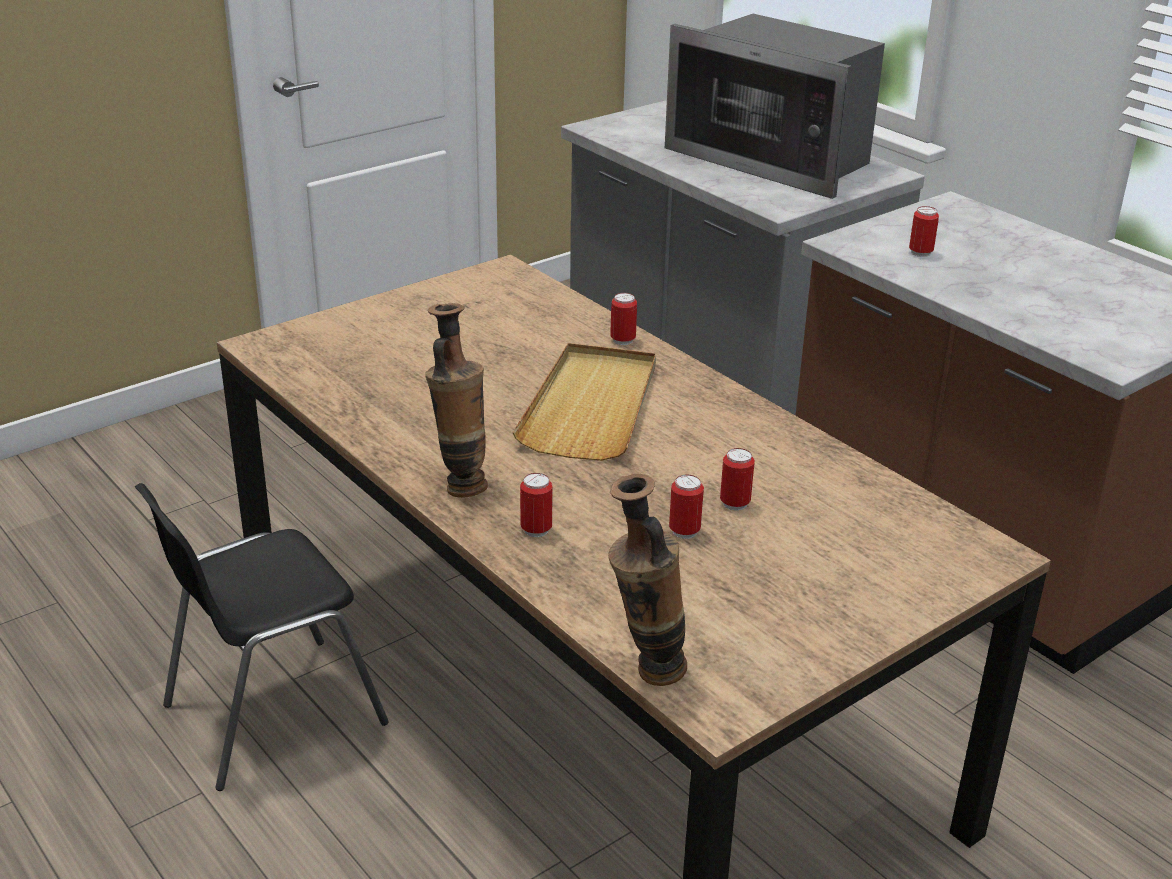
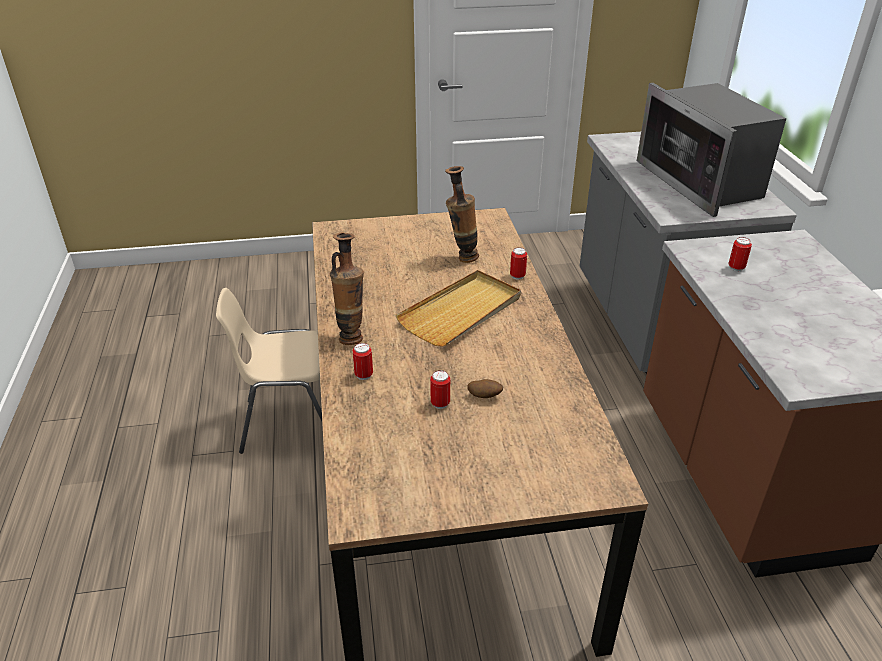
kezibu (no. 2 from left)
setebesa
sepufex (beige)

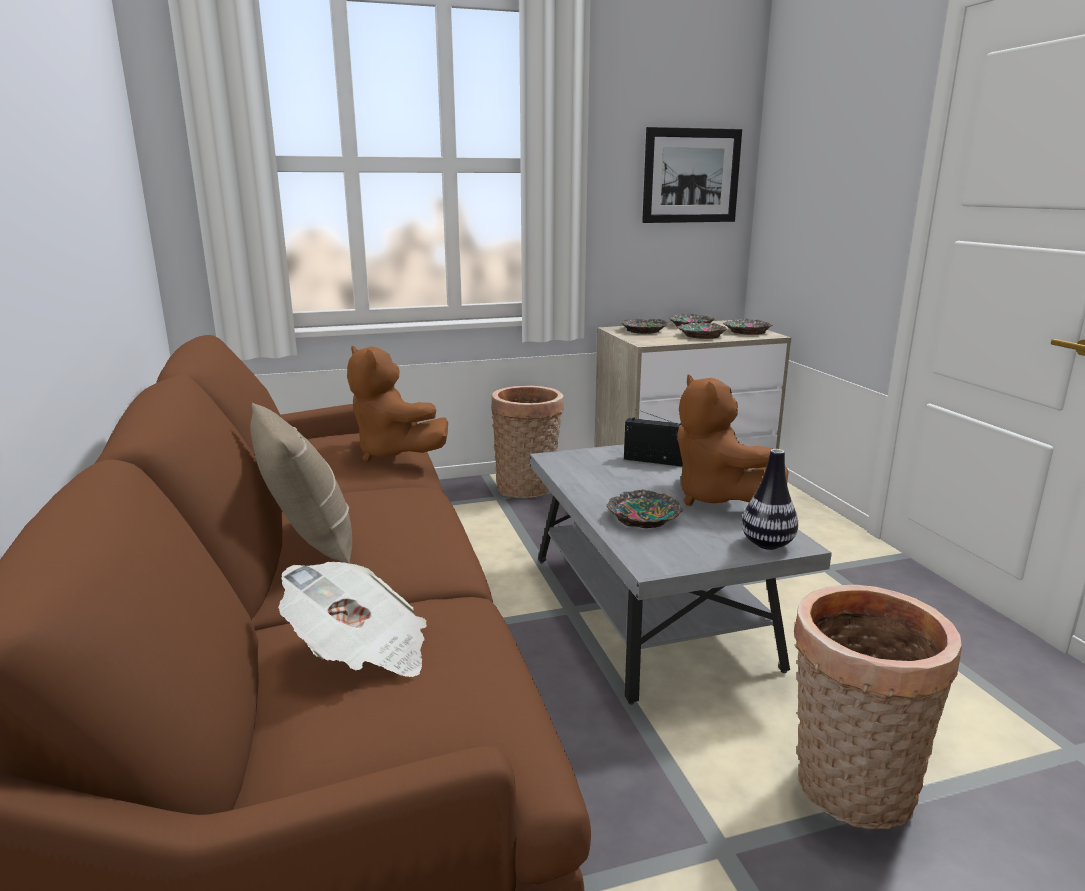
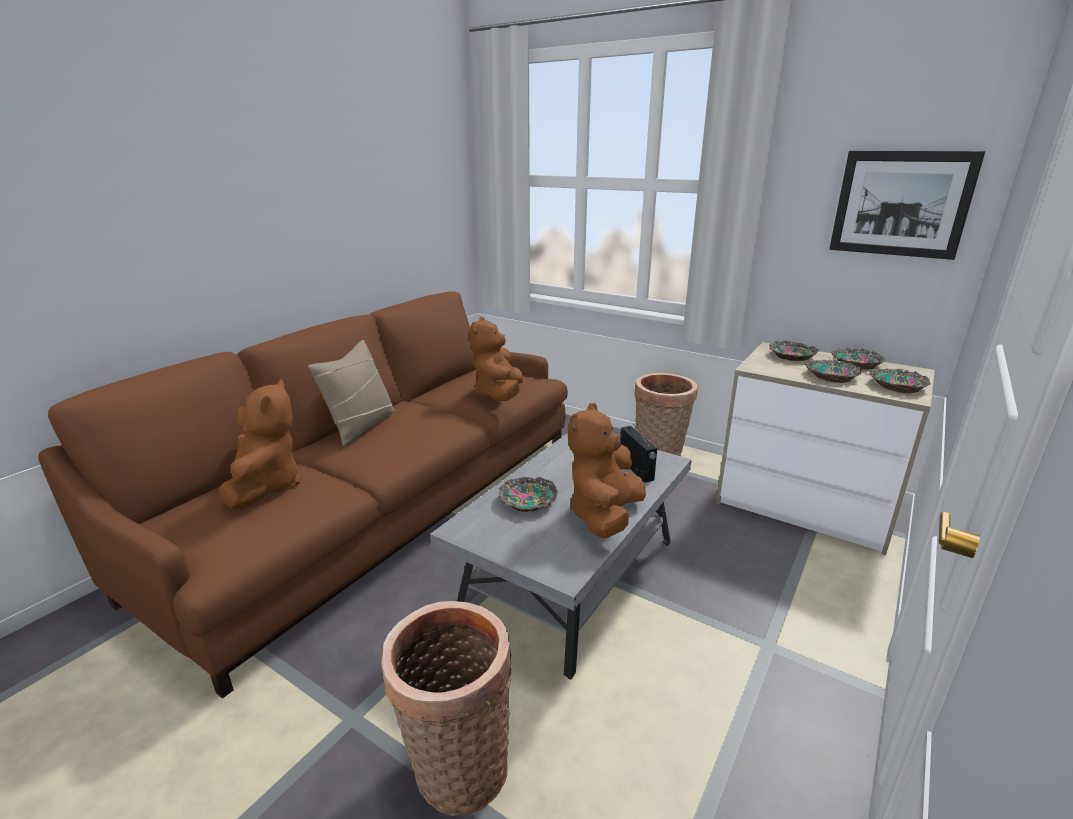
kezibu
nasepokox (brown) (no. 1 from left)

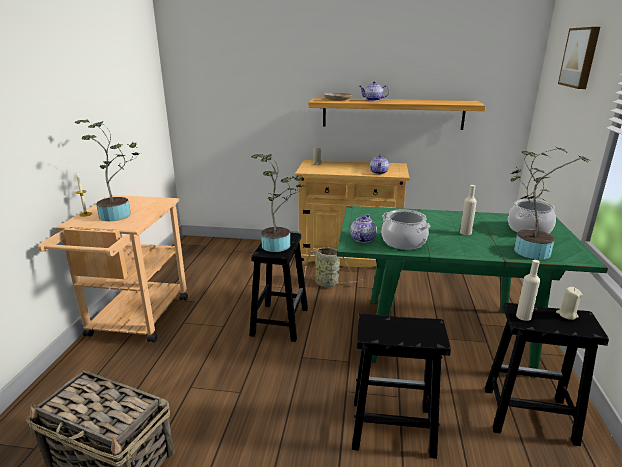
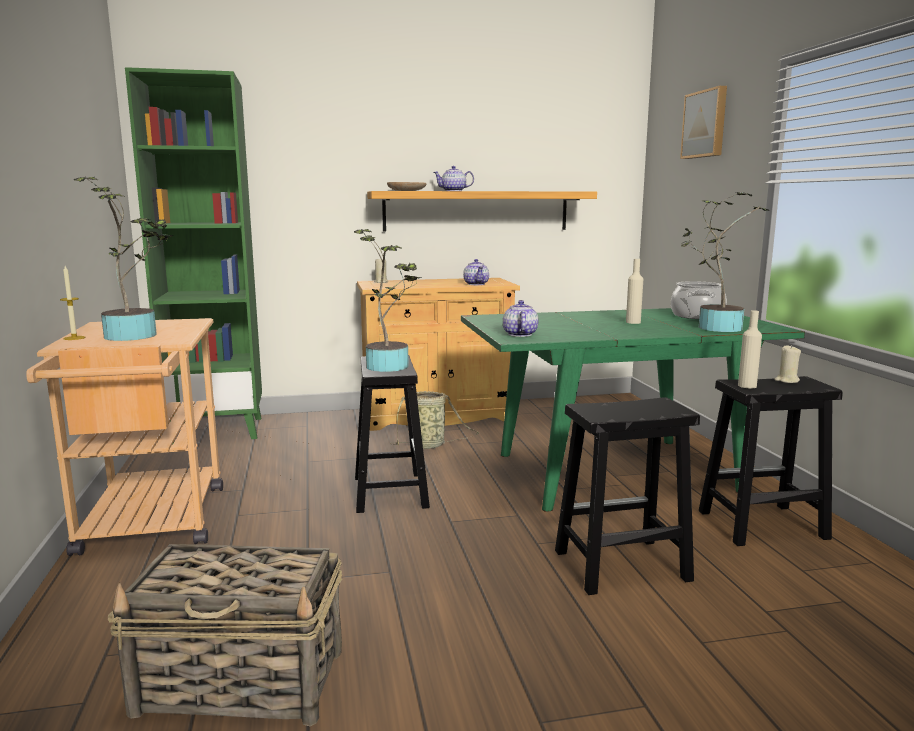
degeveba (no. 1 from left in the first image)
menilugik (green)

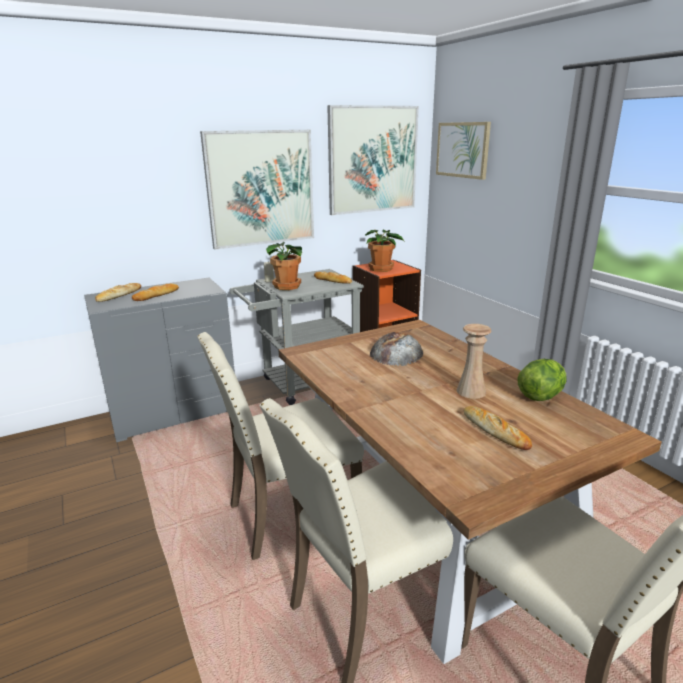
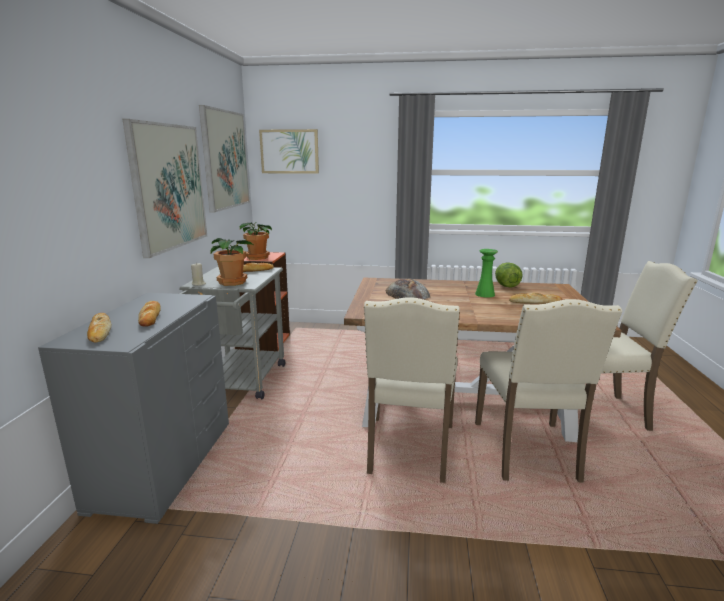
kezibu (green)

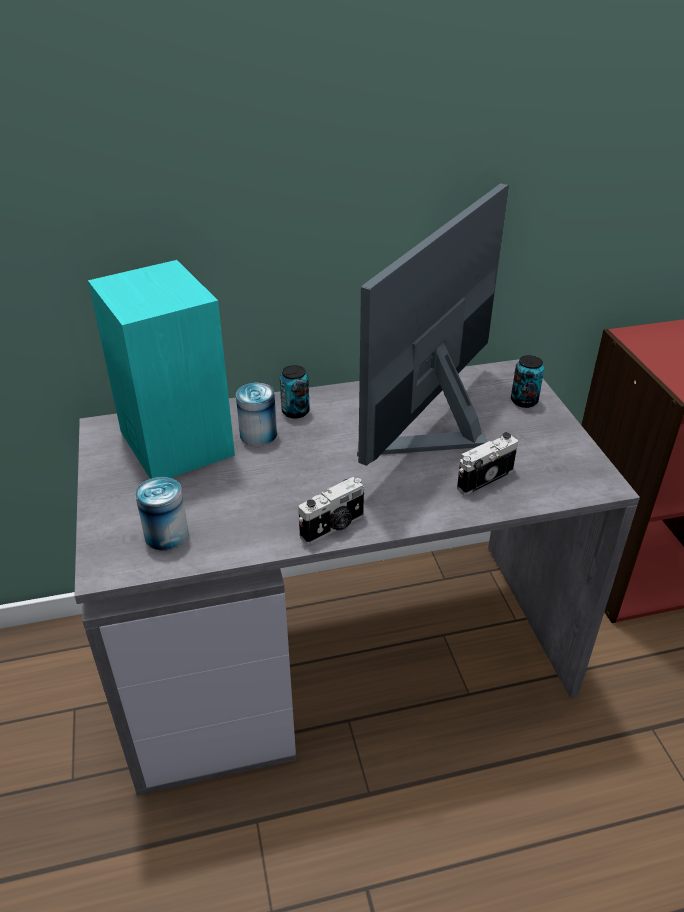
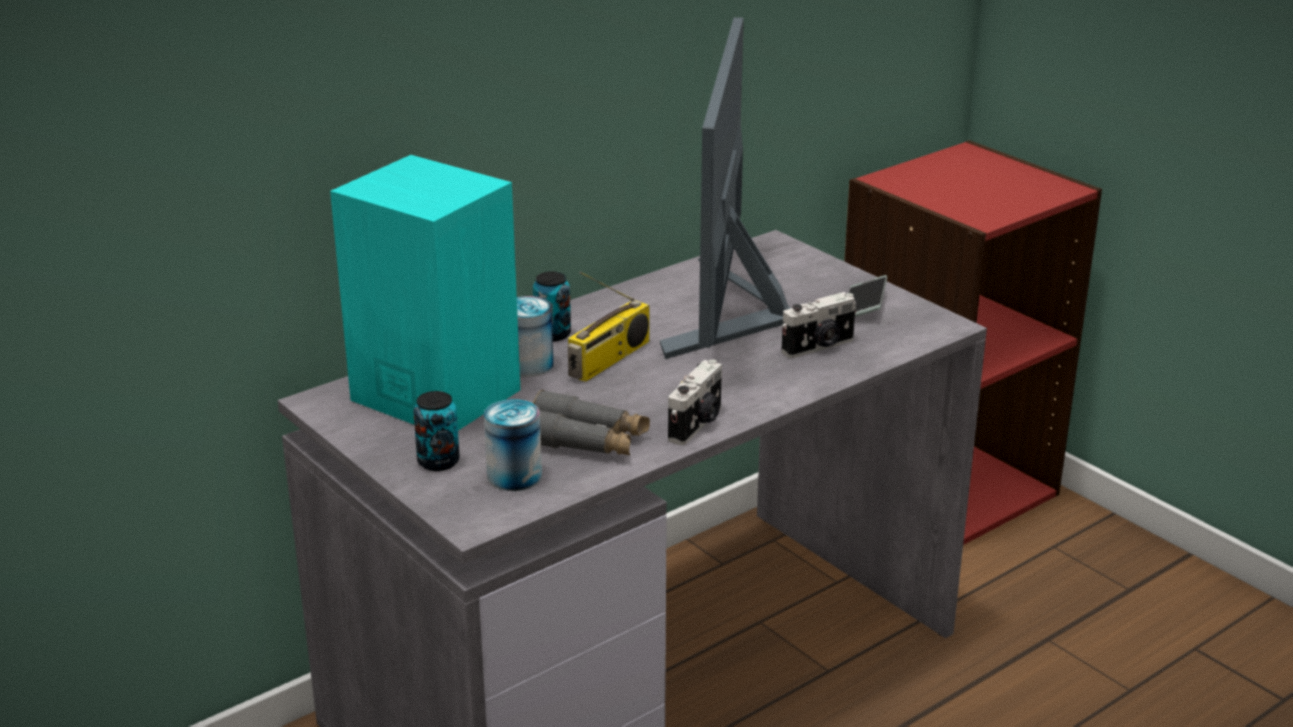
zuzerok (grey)
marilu
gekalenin
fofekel (no. 1 from left)
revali (no. 2 from left)

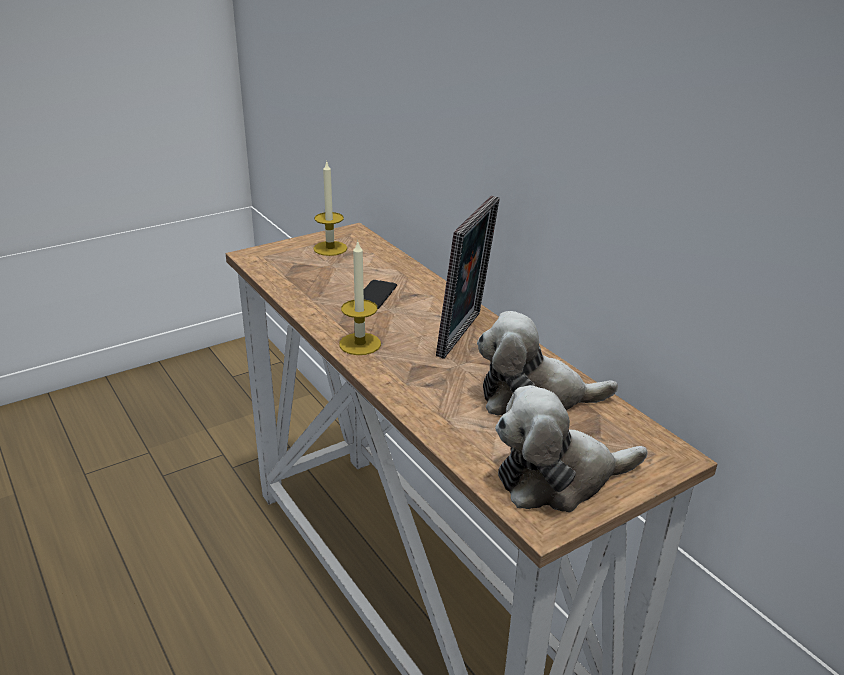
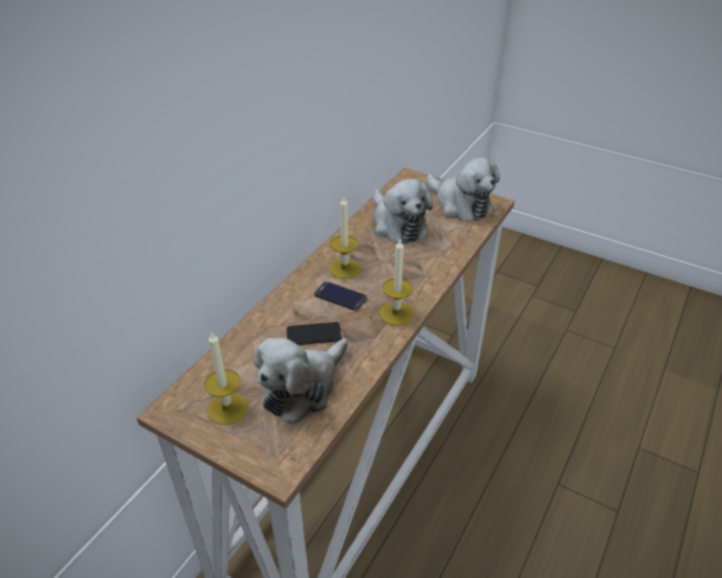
nasepokox (no. 1 from left)
gekalenin (no. 2 from left)
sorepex (no. 2 from left)

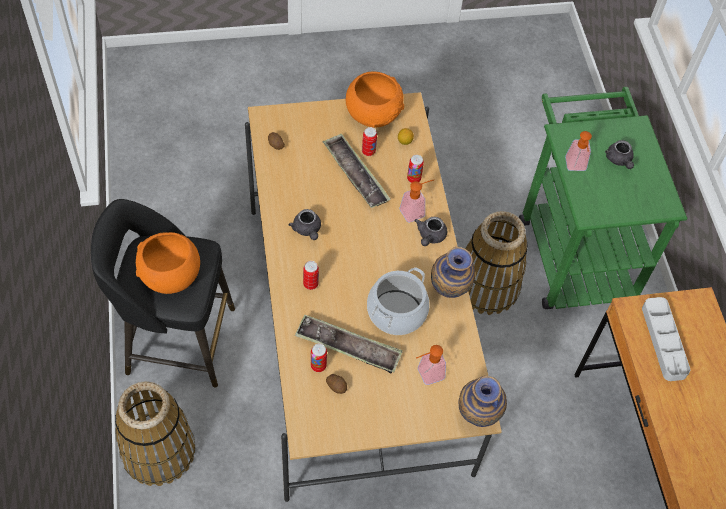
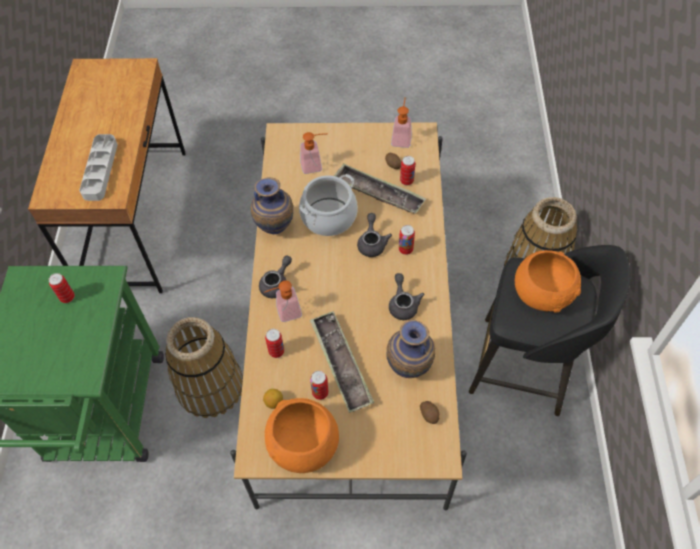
fofekel (no. 1 from left)
kezibu (no. 2 from left)
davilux (no. 3 from left)
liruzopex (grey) (no. 2 from left)

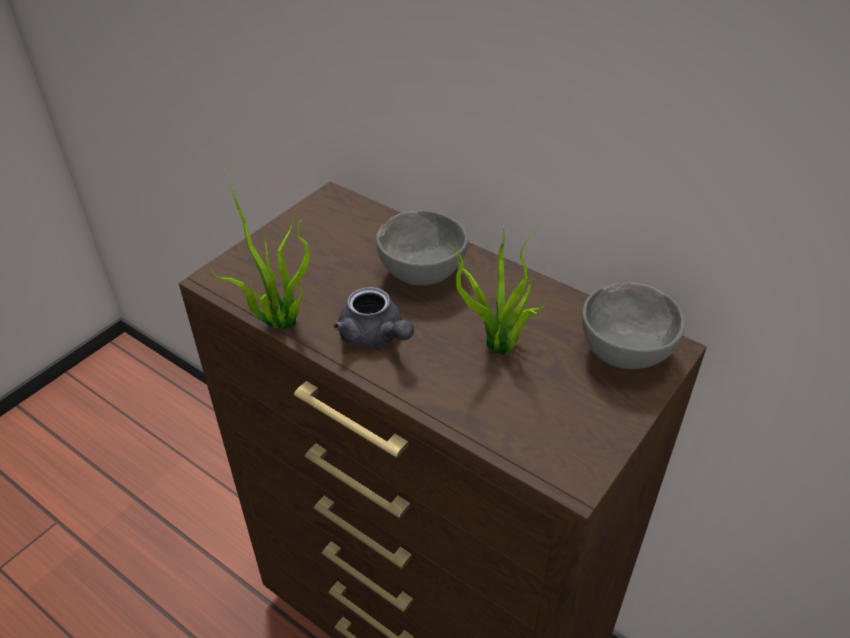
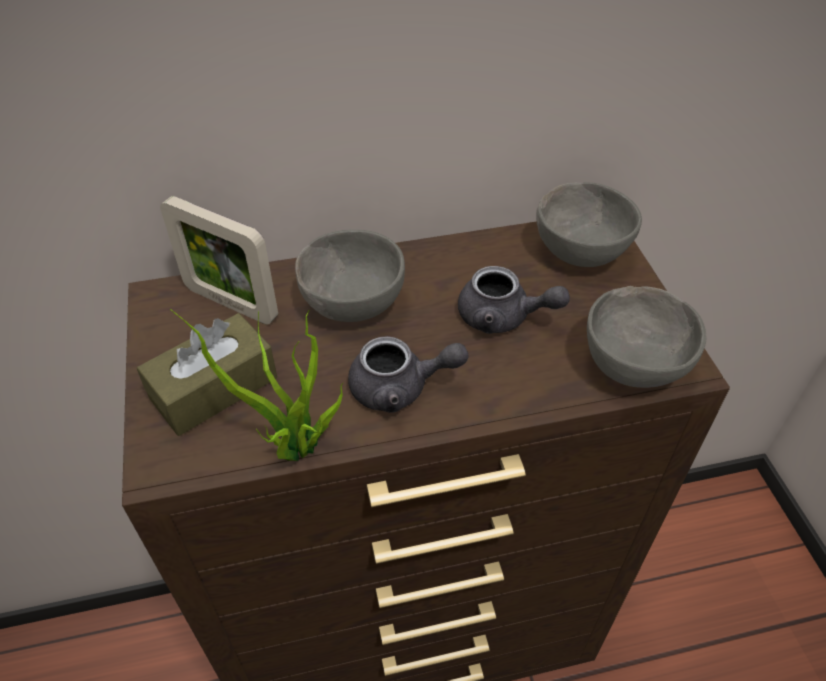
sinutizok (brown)
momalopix
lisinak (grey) (no. 3 from left)
liruzopex (grey) (no. 2 from left)

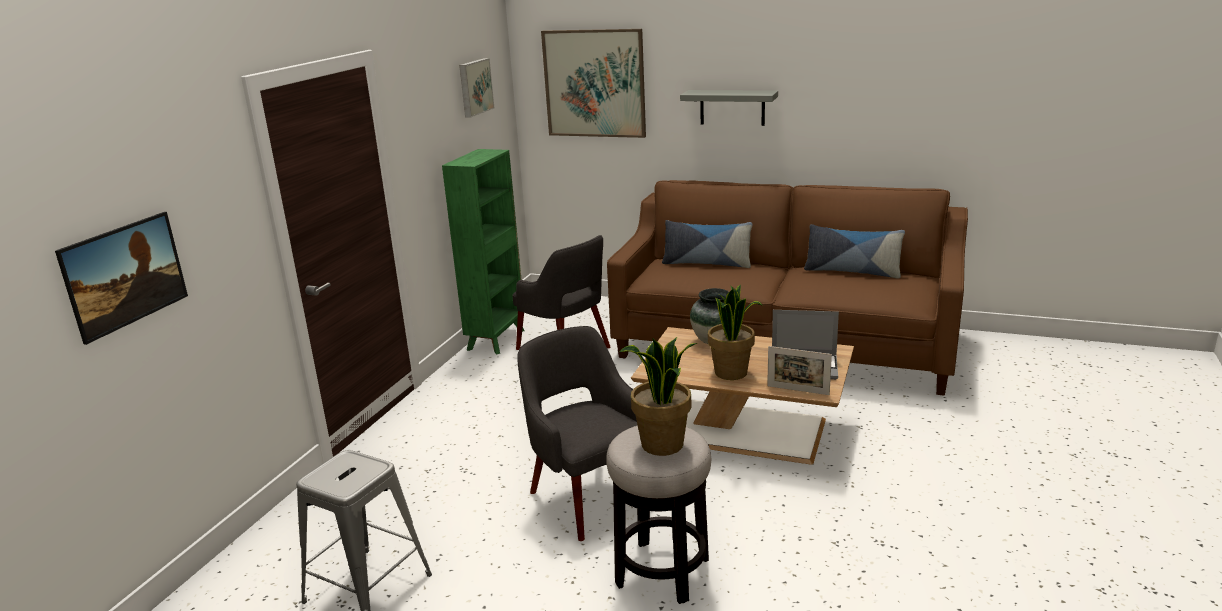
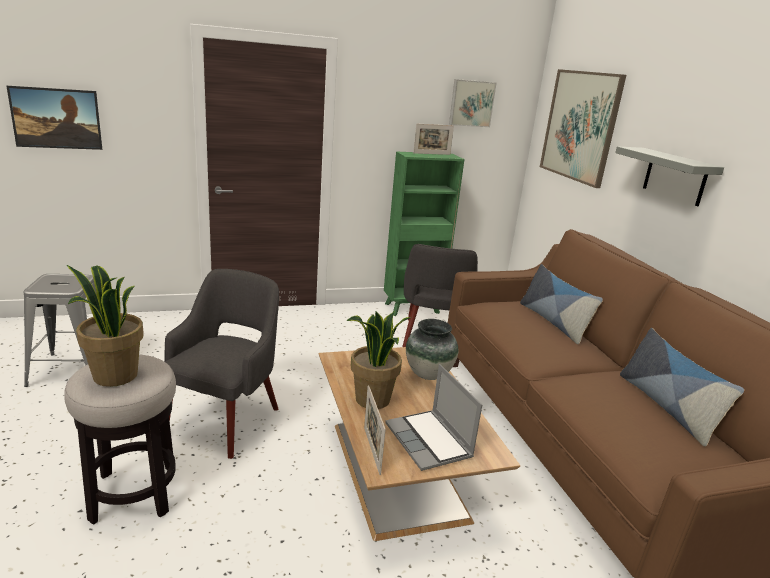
momalopix (no. 2 from left)

